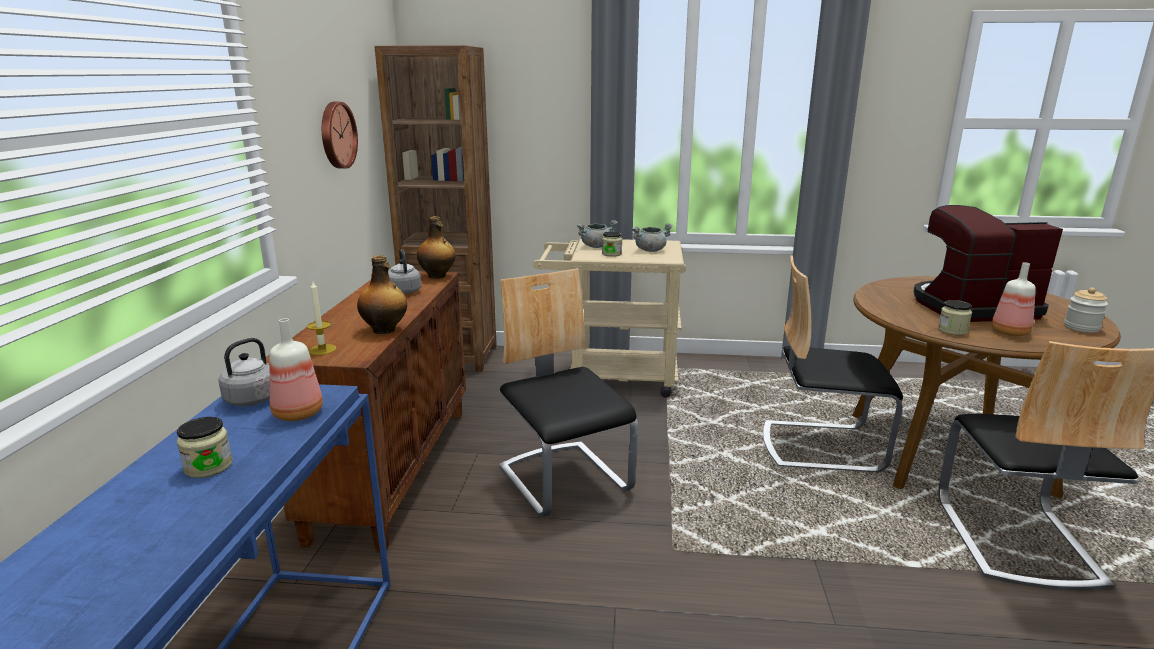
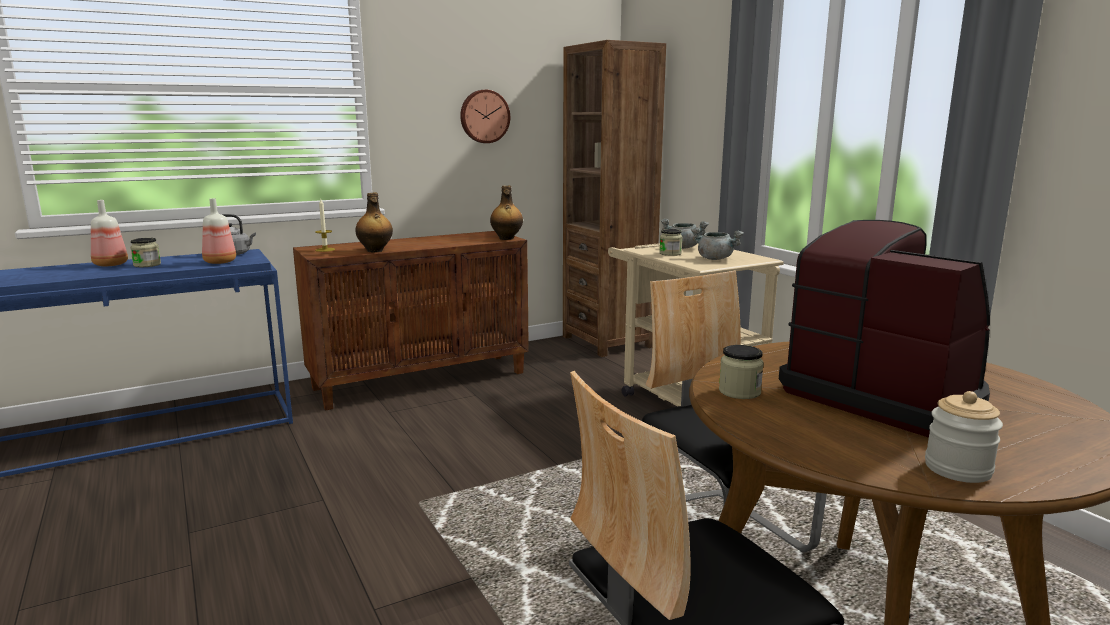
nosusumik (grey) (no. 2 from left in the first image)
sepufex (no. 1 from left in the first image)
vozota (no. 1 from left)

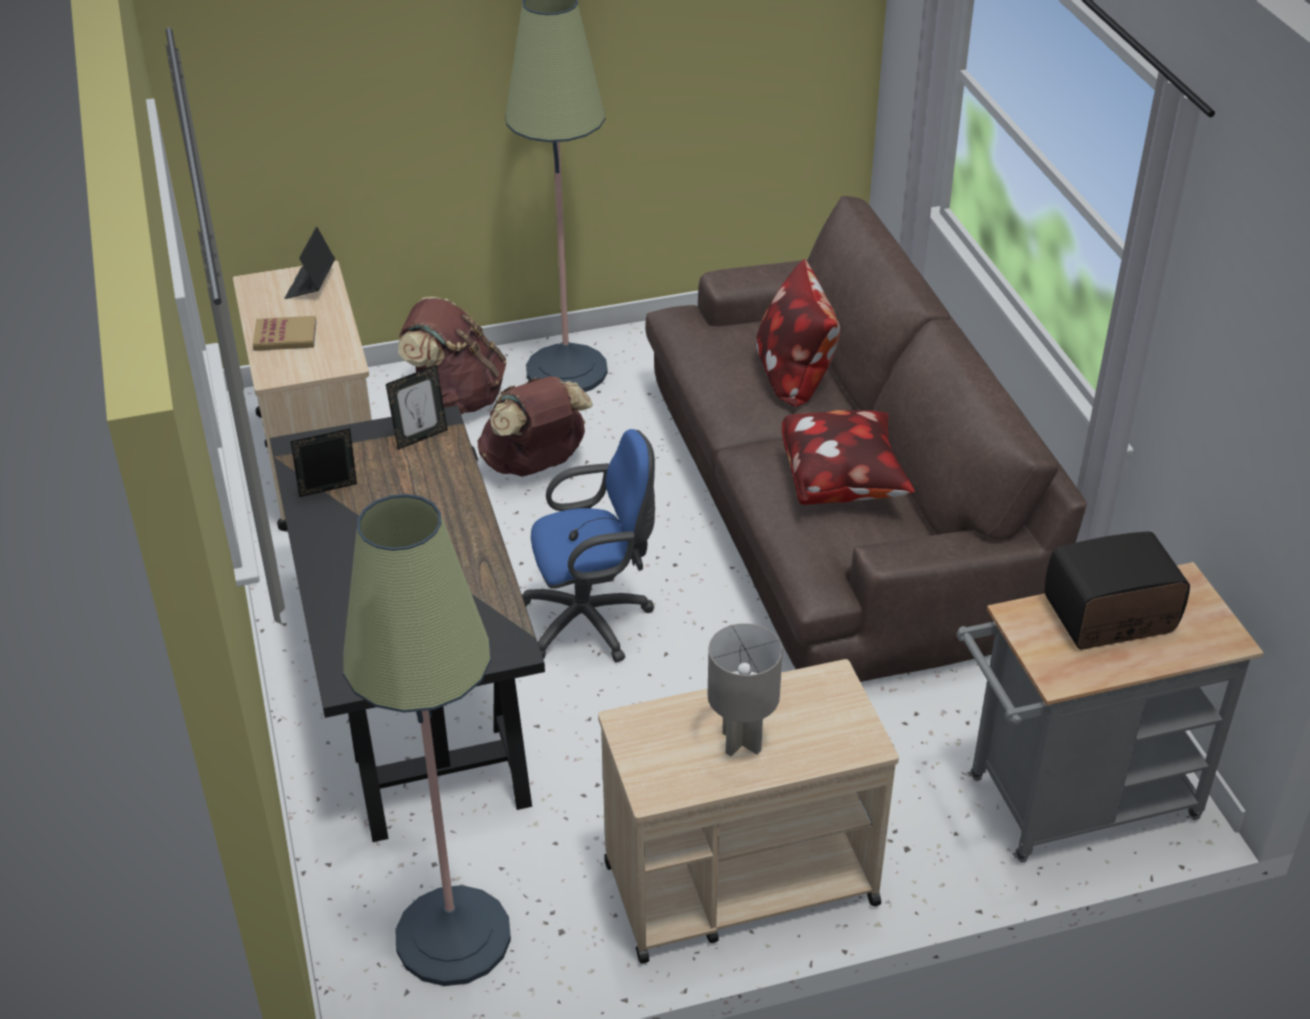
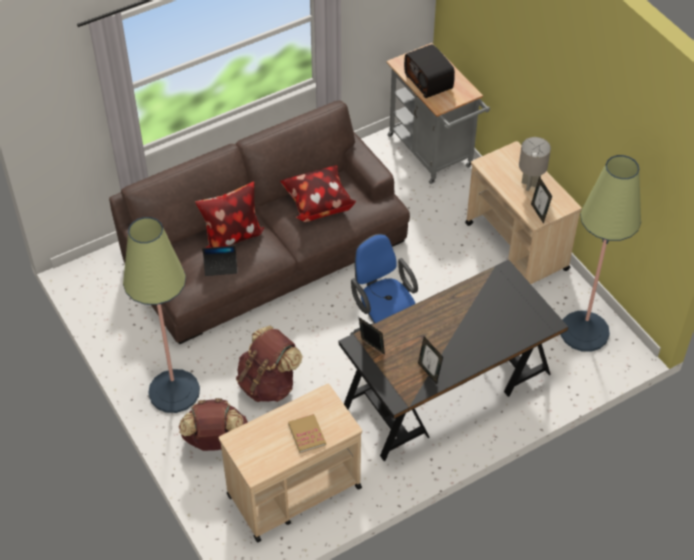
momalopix (no. 3 from left)
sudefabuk

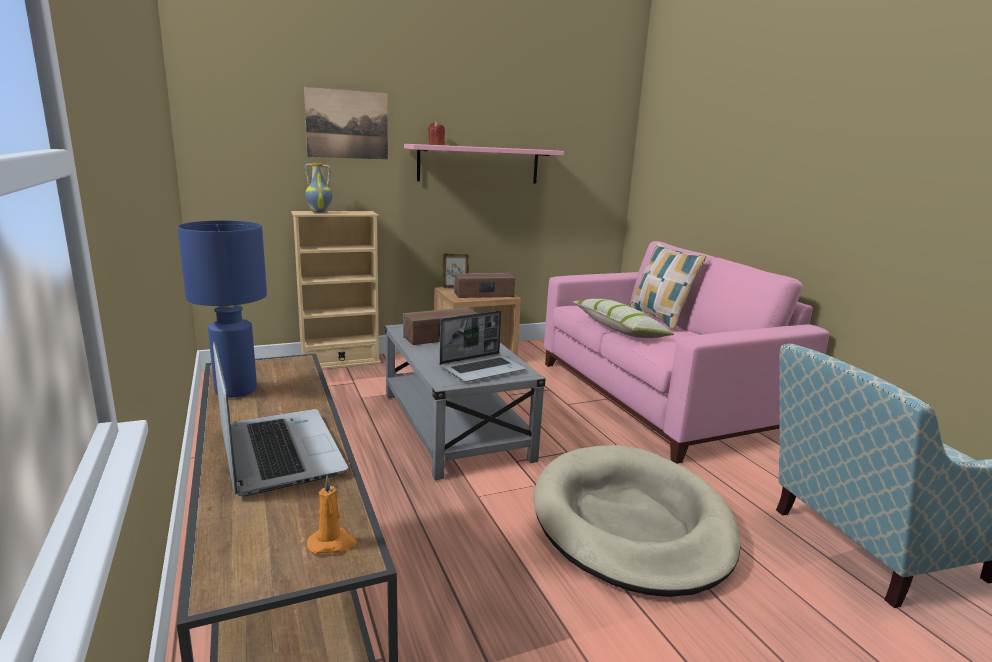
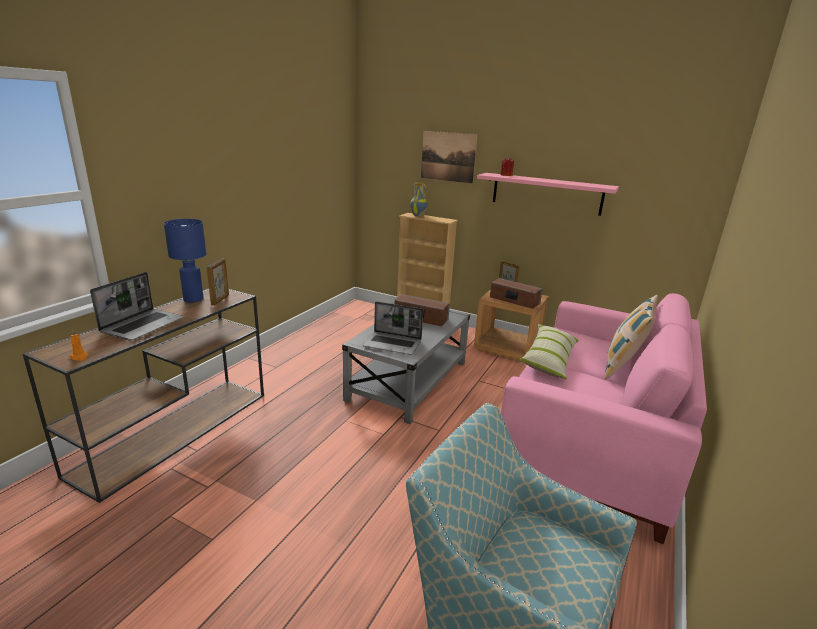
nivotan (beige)
momalopix (no. 1 from left)

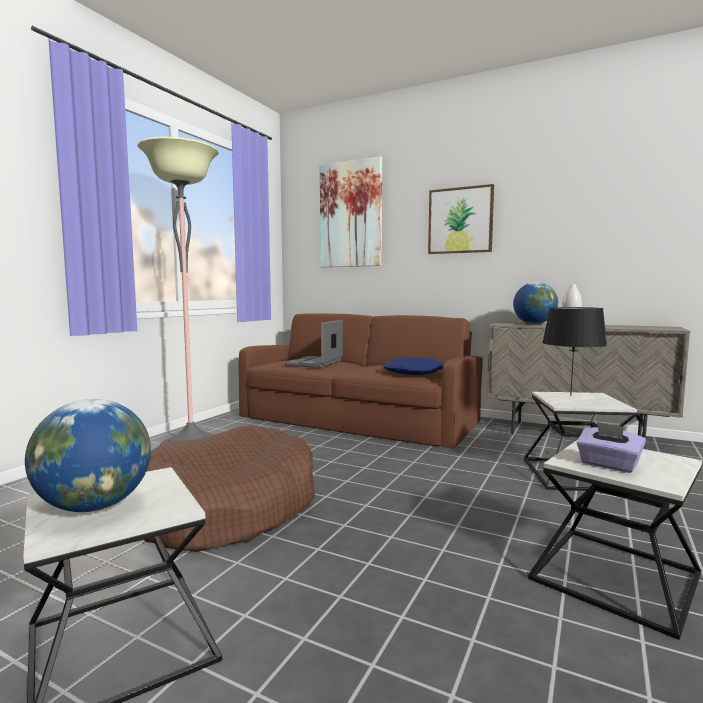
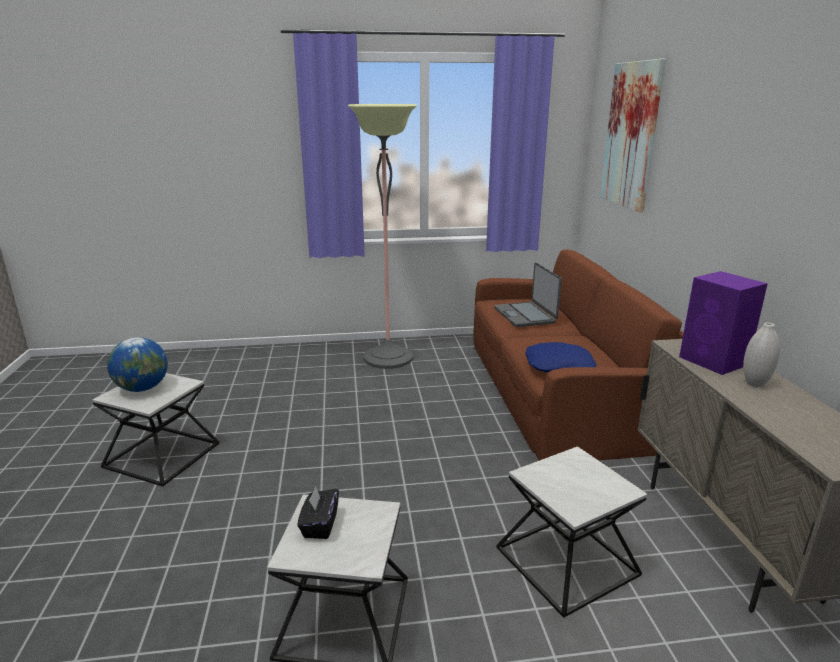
nivotan (brown)
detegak (no. 2 from left in the first image)
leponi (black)
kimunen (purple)
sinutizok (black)
sudefabuk

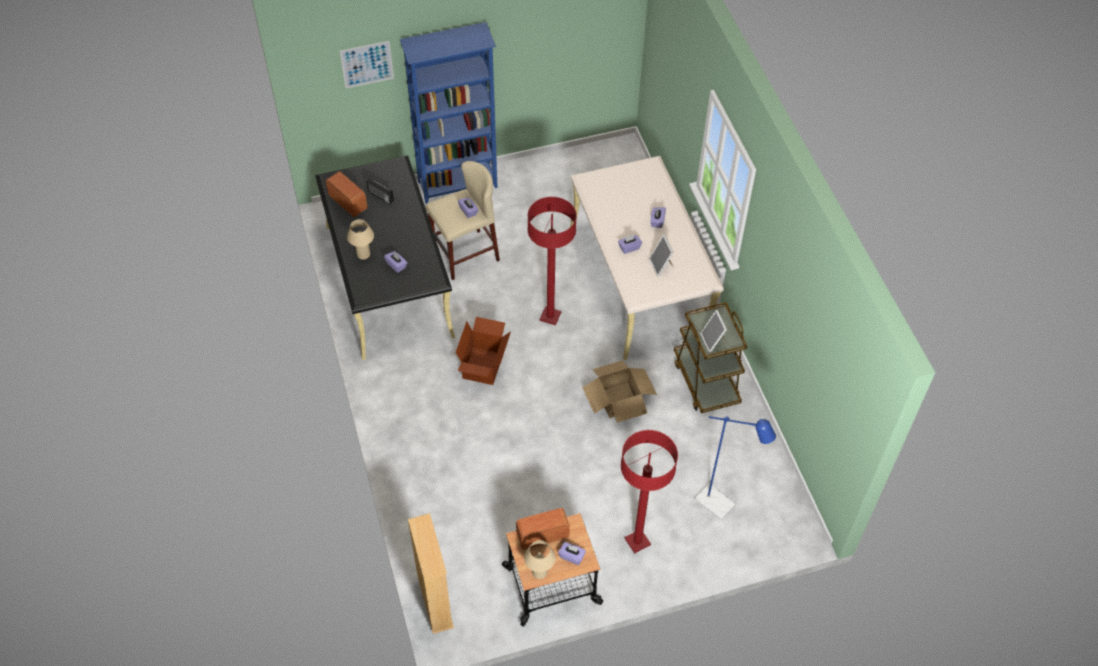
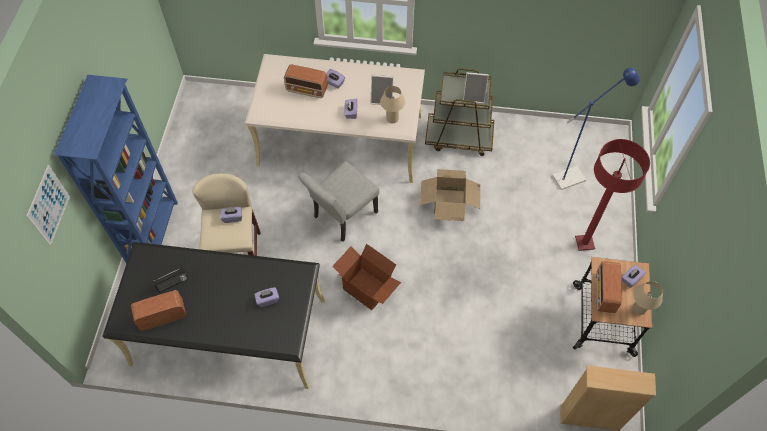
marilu (no. 3 from left)
leponi (beige) (no. 1 from left)
sepufex (grey)

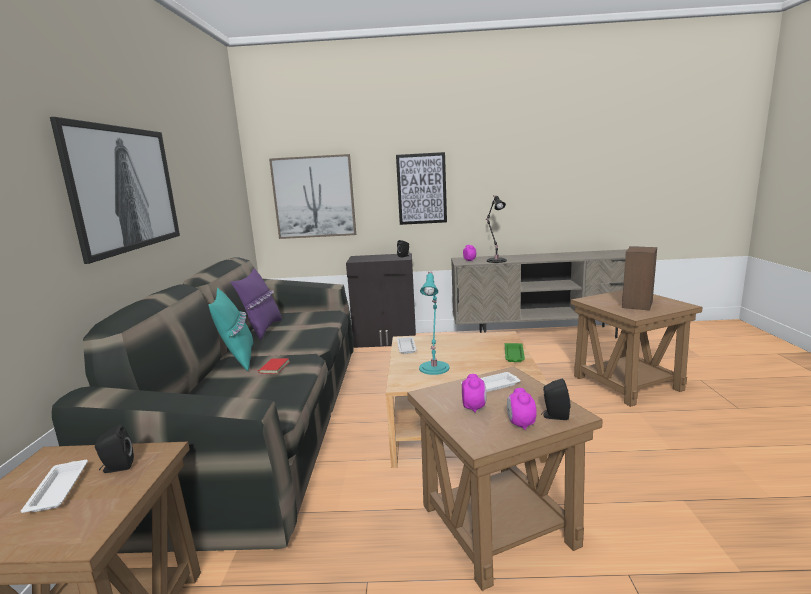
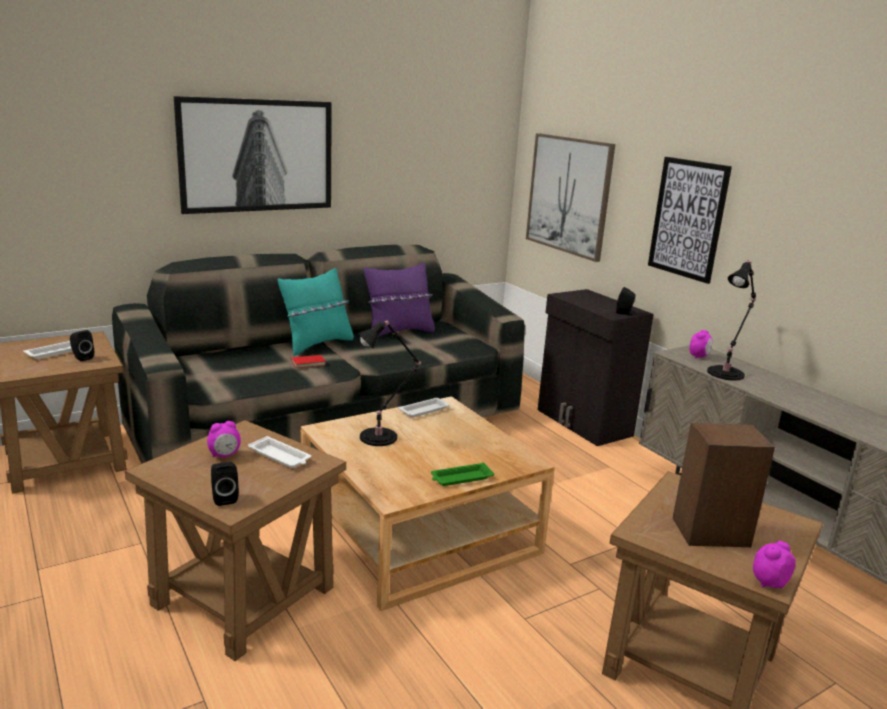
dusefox (no. 3 from left)
leponi (black) (no. 1 from left)

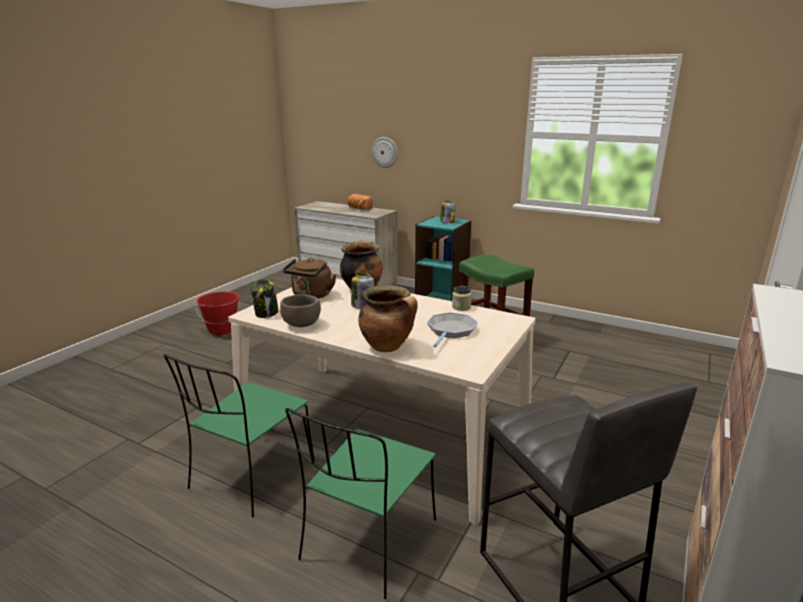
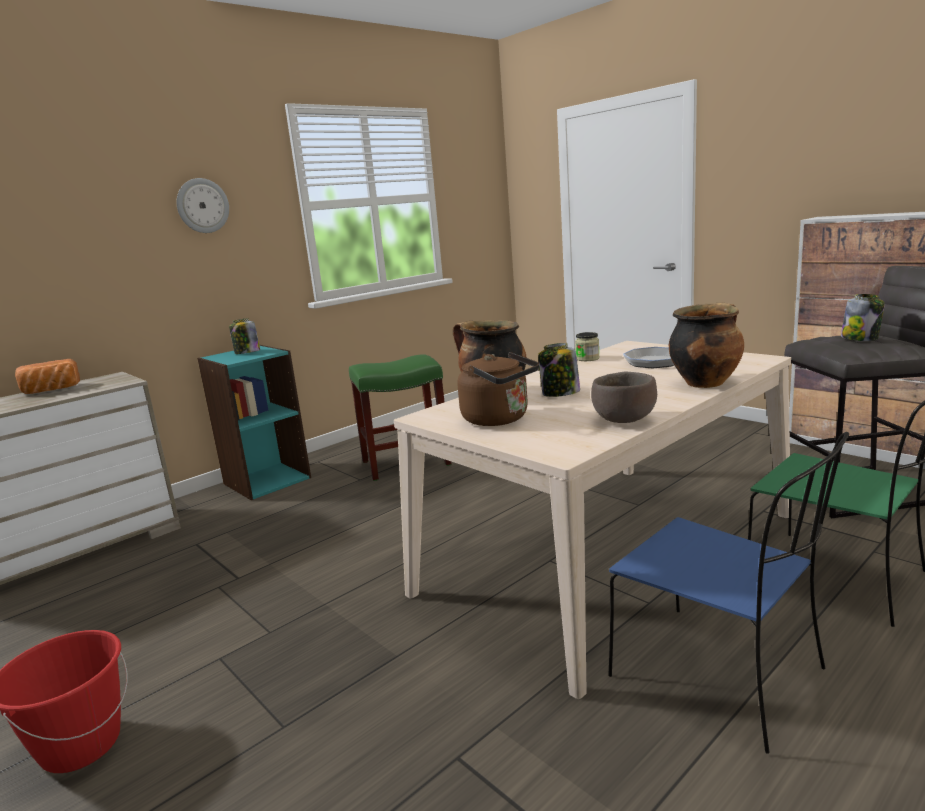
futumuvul (no. 4 from left)
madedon
sepufex (blue)

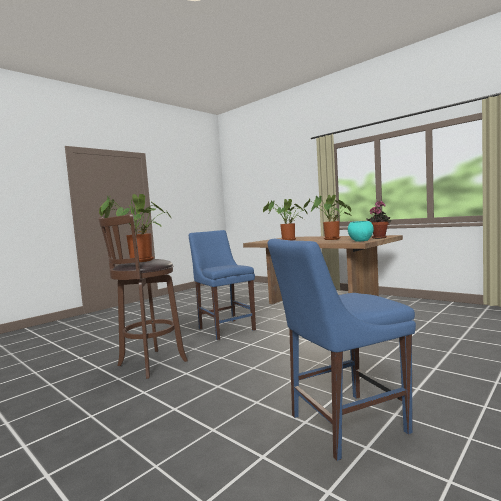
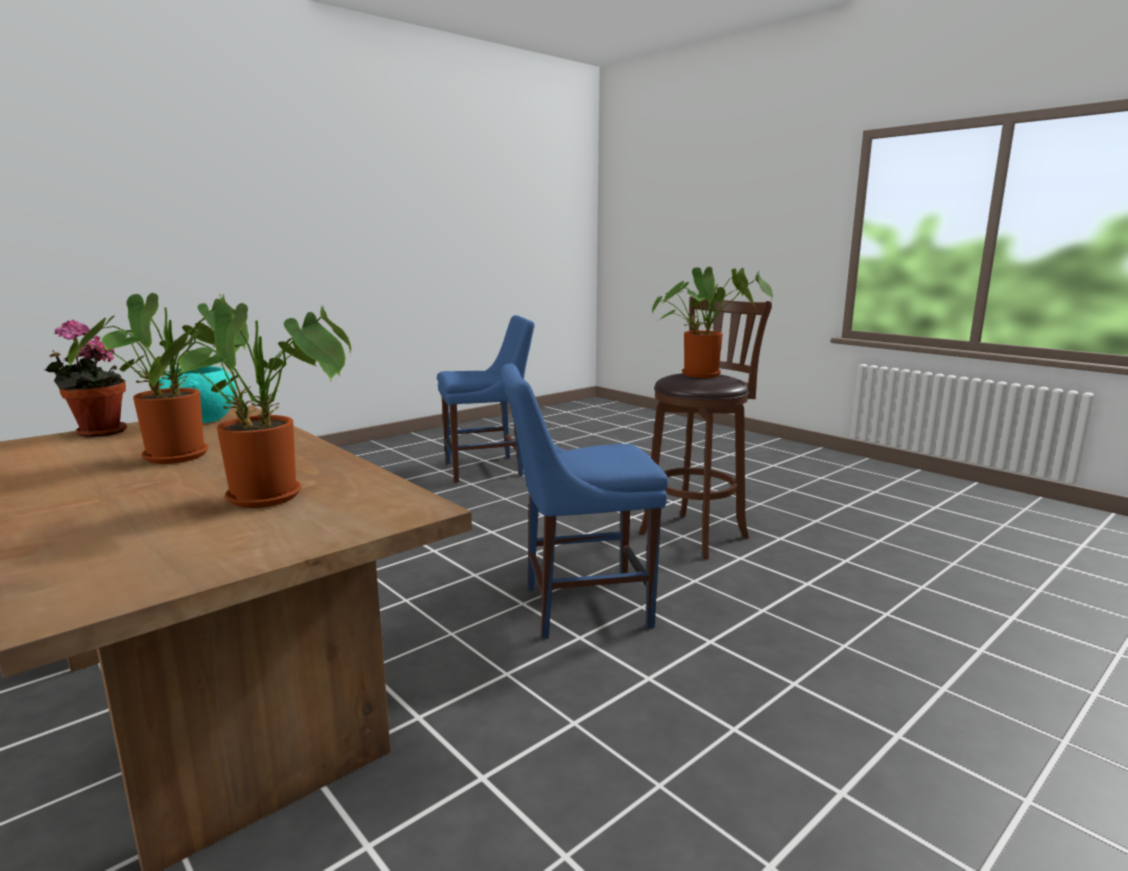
sepufex (blue) (no. 2 from left)

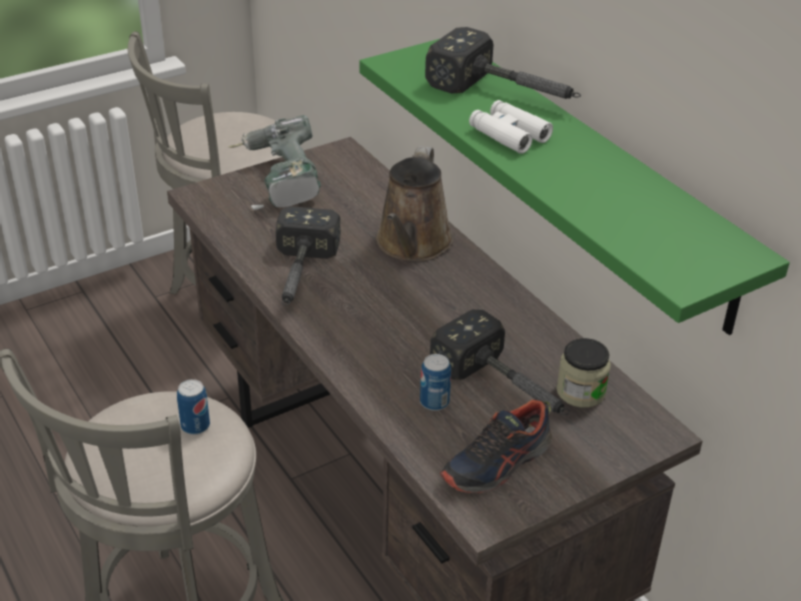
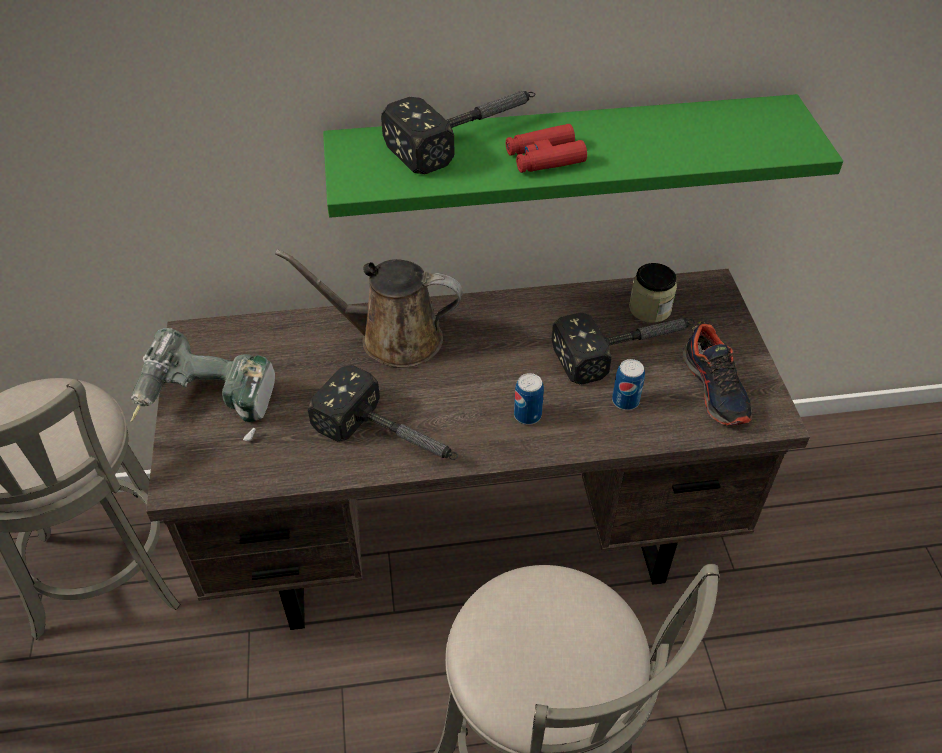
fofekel (no. 1 from left)
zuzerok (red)
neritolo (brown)

